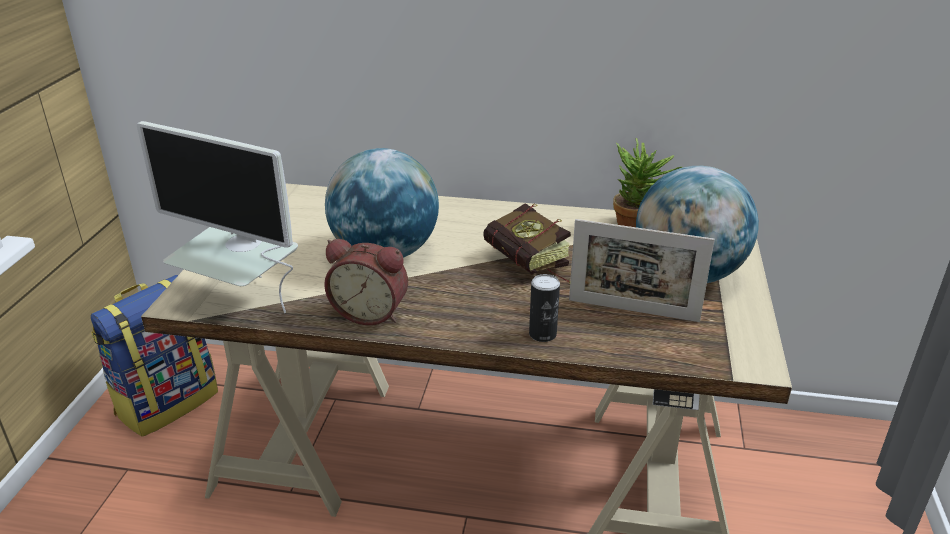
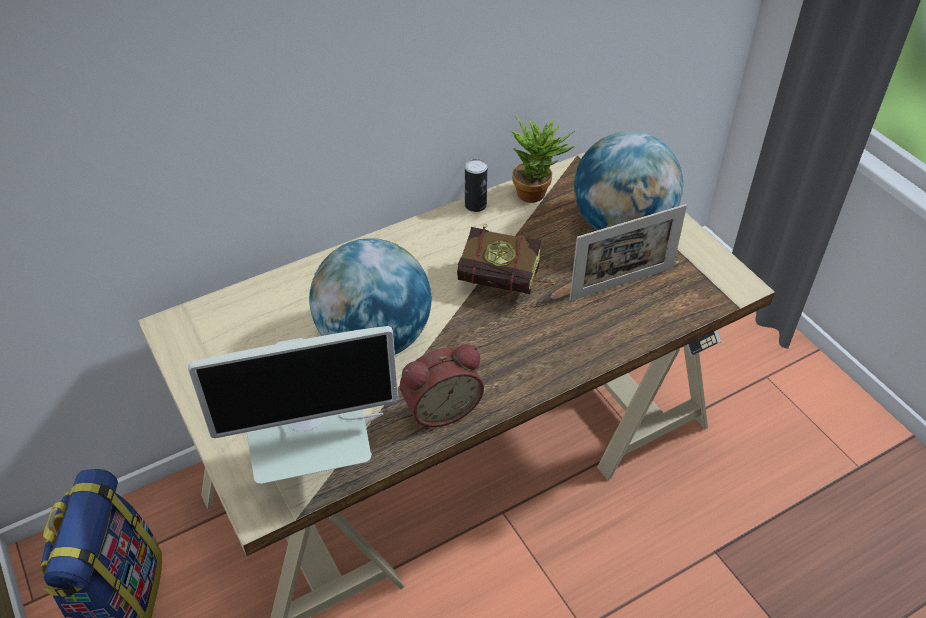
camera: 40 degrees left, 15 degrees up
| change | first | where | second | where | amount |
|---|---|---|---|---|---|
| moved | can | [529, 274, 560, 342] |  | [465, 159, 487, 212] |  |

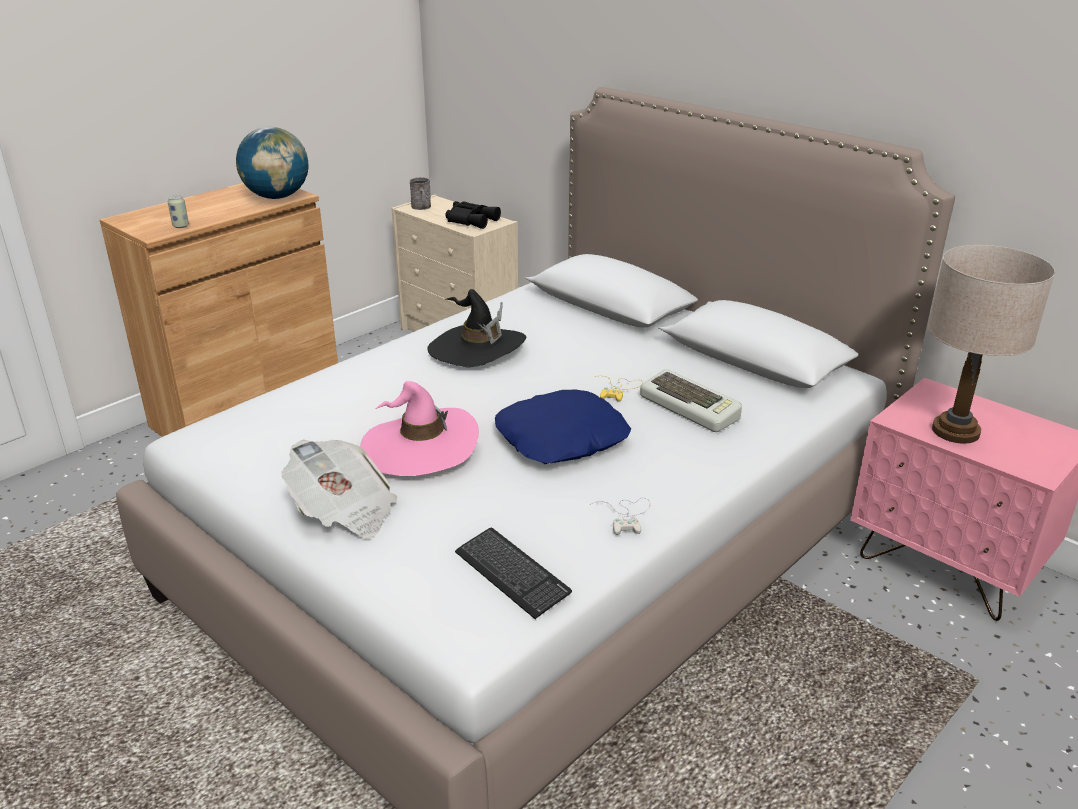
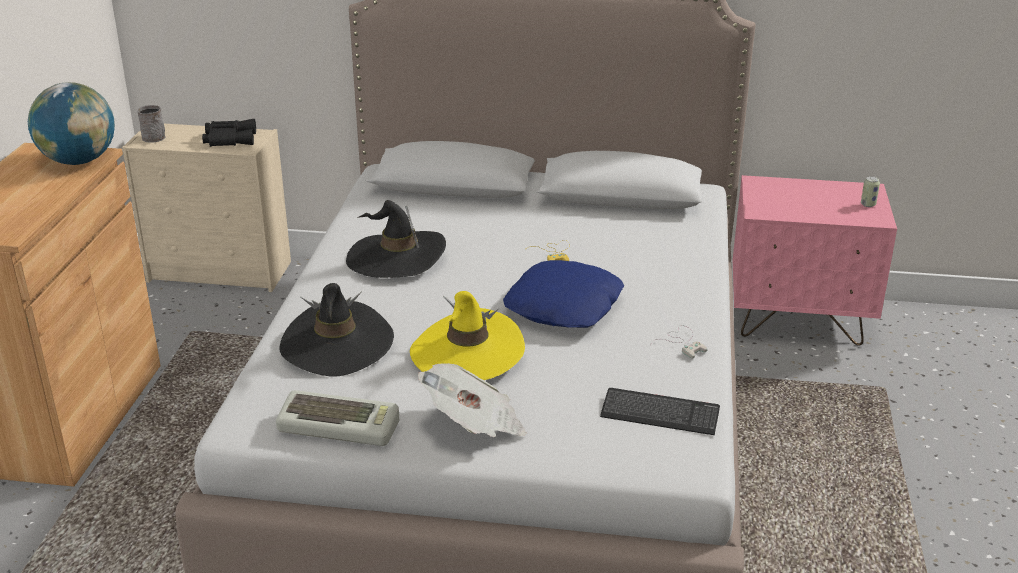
camera: 35 degrees left, 0 degrees up
| change | first | where | second | where | amount |
|---|---|---|---|---|---|
| moved | can | [168, 195, 189, 228] |  | [861, 176, 880, 207] |  |
| removed | beige table lamp | [928, 245, 1055, 444] |  |  |  |
| moved | keyboard | [640, 369, 742, 432] |  | [276, 390, 399, 446] |  |
| recoloured | pink hat | [360, 381, 479, 476] | yellow hat | [410, 291, 525, 380] |  |
| added |  |  | black hat | [280, 283, 394, 376] |  |

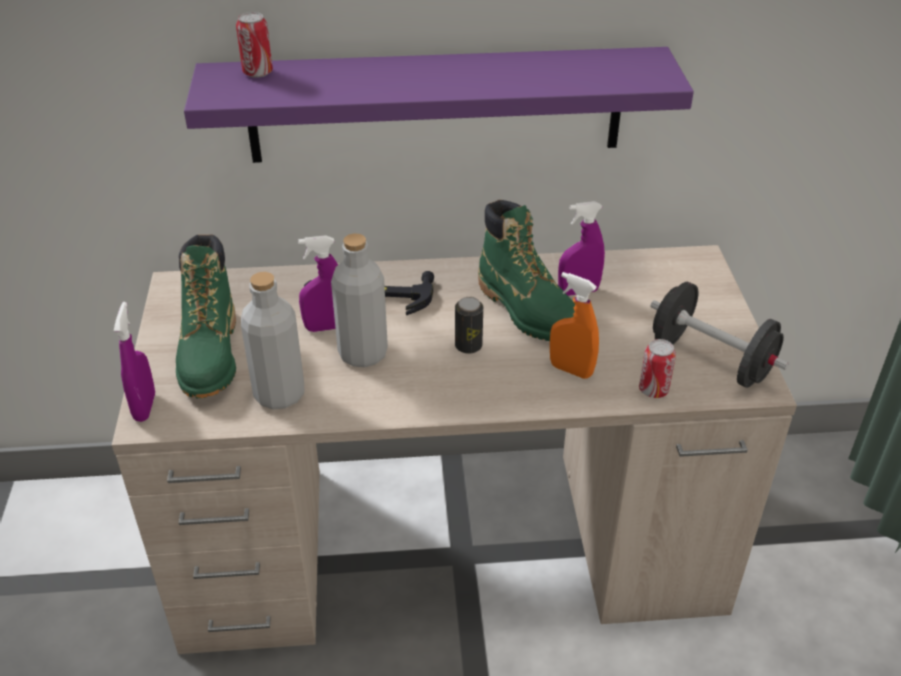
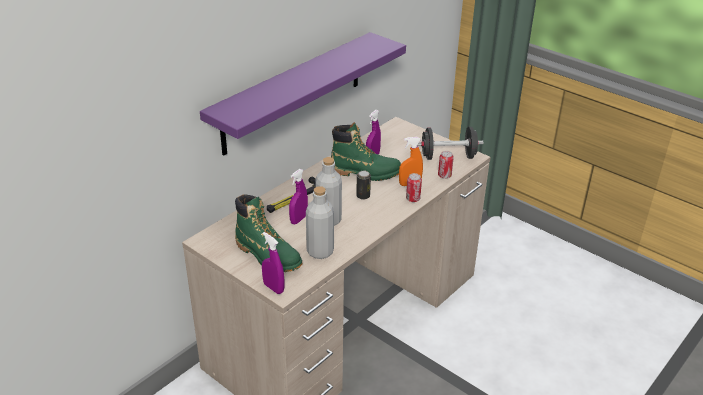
camera: 45 degrees left, 5 degrees down
| change | first | where | second | where | amount |
|---|---|---|---|---|---|
| moved | can | [236, 12, 273, 78] |  | [406, 173, 422, 202] |  |

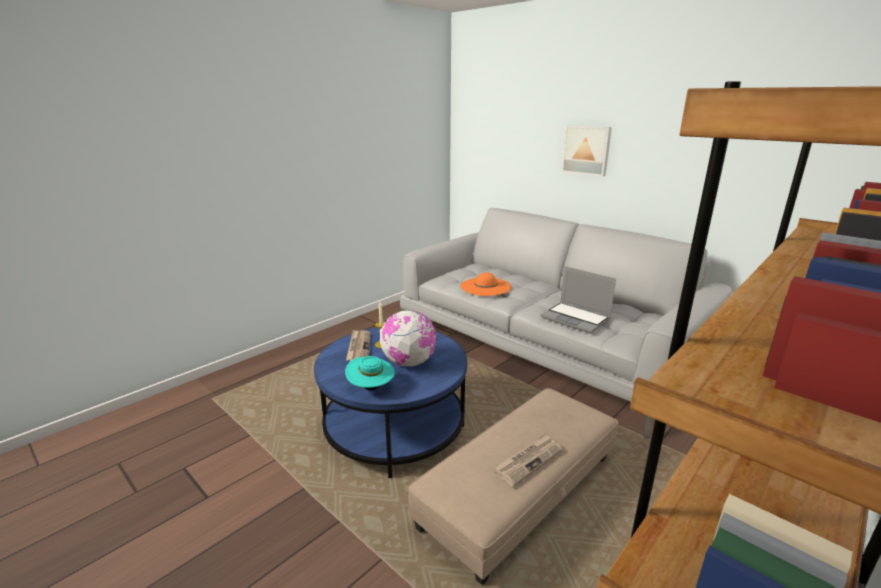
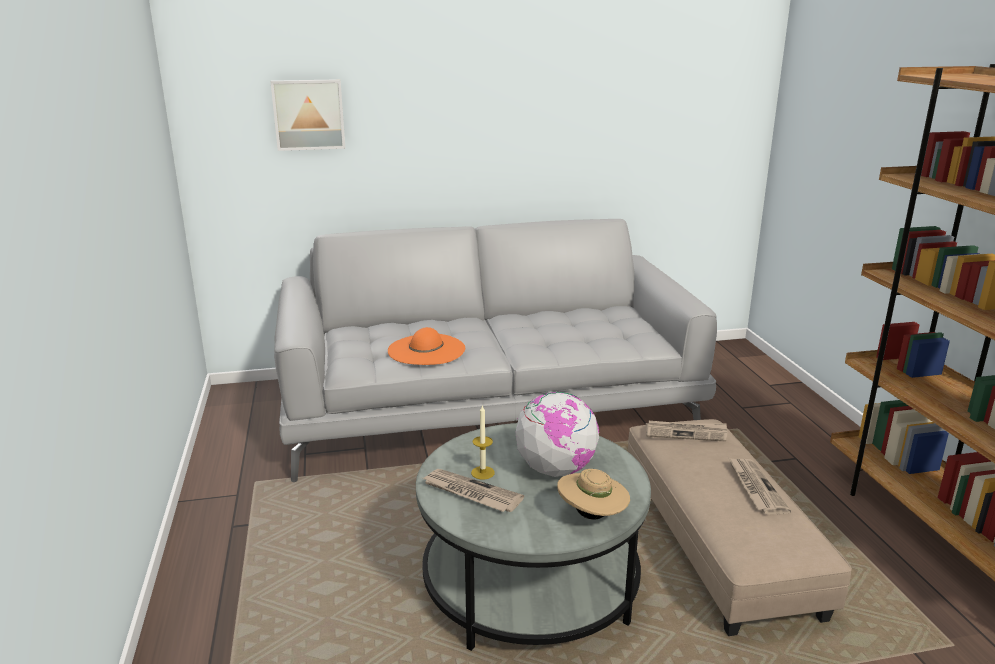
camera: 55 degrees left, 0 degrees up
| change | first | where | second | where | amount |
|---|---|---|---|---|---|
| moved | picture | [561, 125, 612, 177] |  | [270, 79, 346, 151] |  |
| removed | laptop | [541, 266, 616, 333] |  |  |  |
| recoloured | blue coffee table | [314, 327, 467, 478] | grey coffee table | [416, 423, 651, 651] |  |
| recoloured | turquoise hat | [345, 356, 395, 390] | beige hat | [557, 469, 630, 520] |  |
| added |  |  | newspaper | [645, 421, 727, 442] |  |

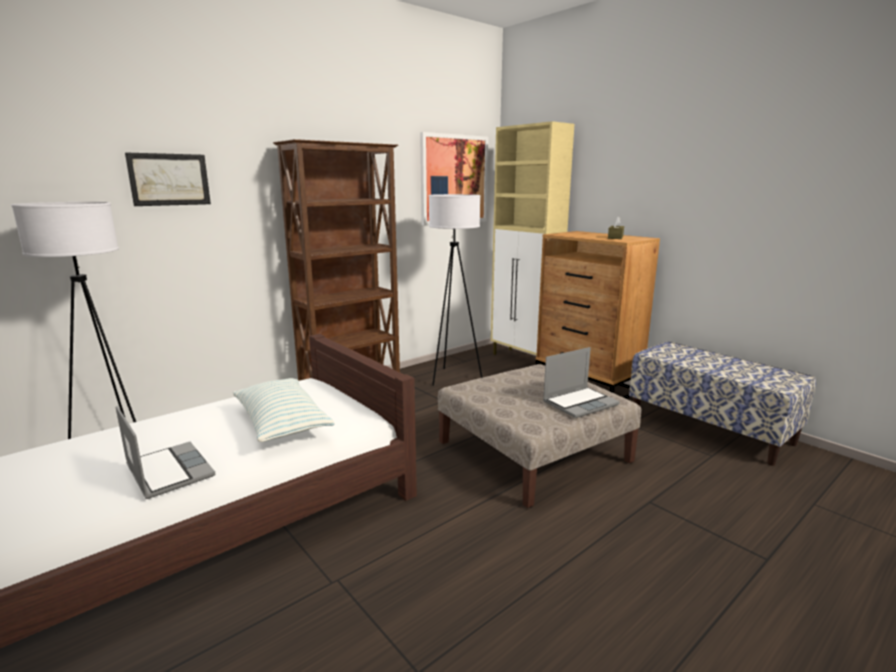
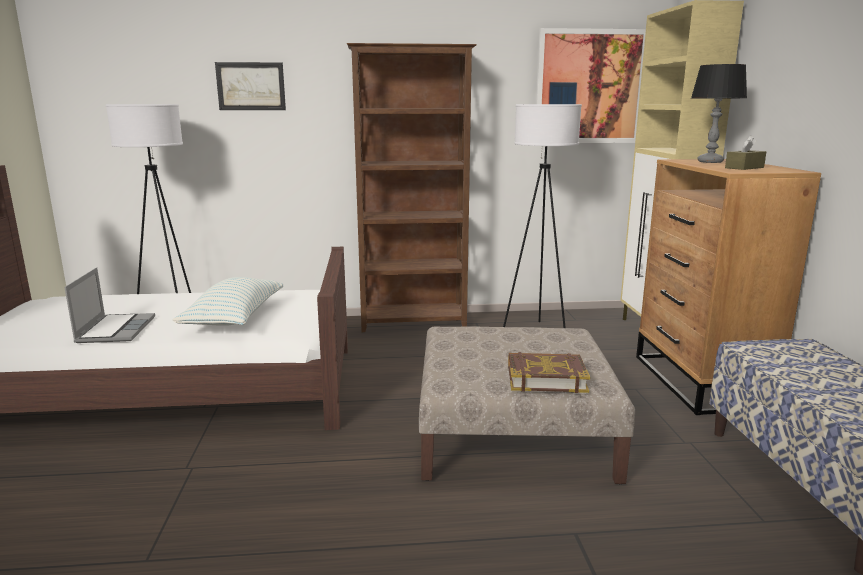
camera: 35 degrees right, 0 degrees up
| change | first | where | second | where | amount |
|---|---|---|---|---|---|
| replaced | laptop | [543, 347, 620, 418] | book | [508, 352, 590, 393] |  |
| added |  |  | table lamp | [691, 64, 747, 163] |  |

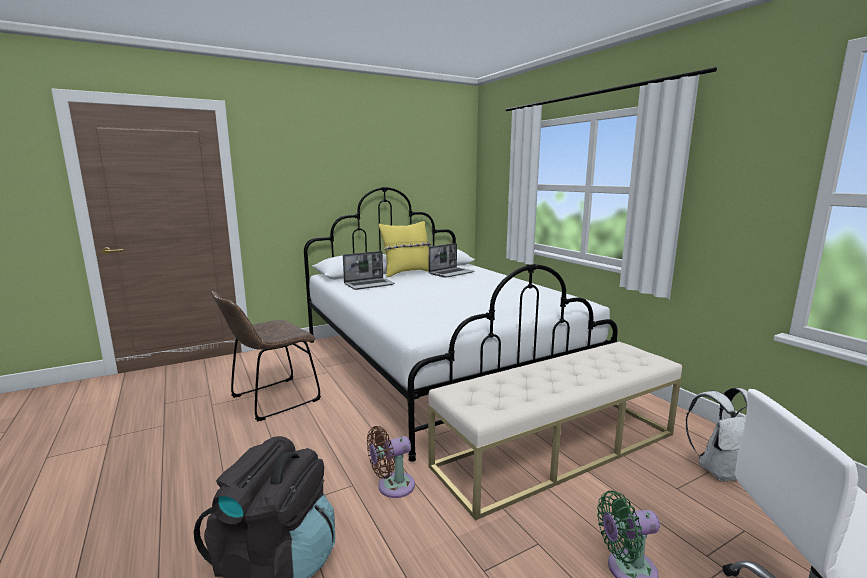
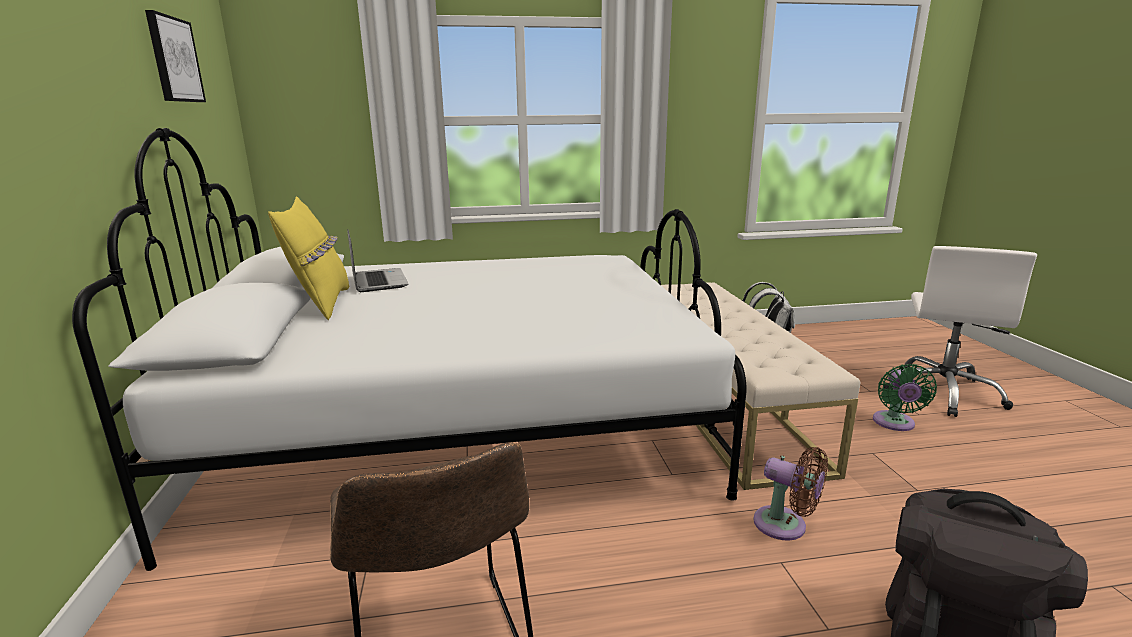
camera: 70 degrees left, 5 degrees up
| change | first | where | second | where | amount |
|---|---|---|---|---|---|
| removed | laptop | [343, 251, 395, 290] |  |  |  |
| turned | brown fan | [367, 426, 415, 498] |  | [753, 447, 828, 540] | 45 degrees counterclockwise |
| added |  |  | picture | [145, 10, 206, 102] |  |

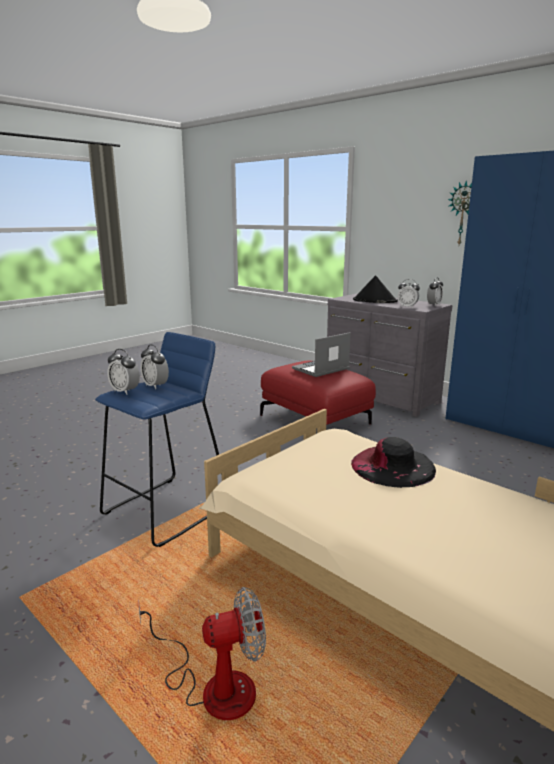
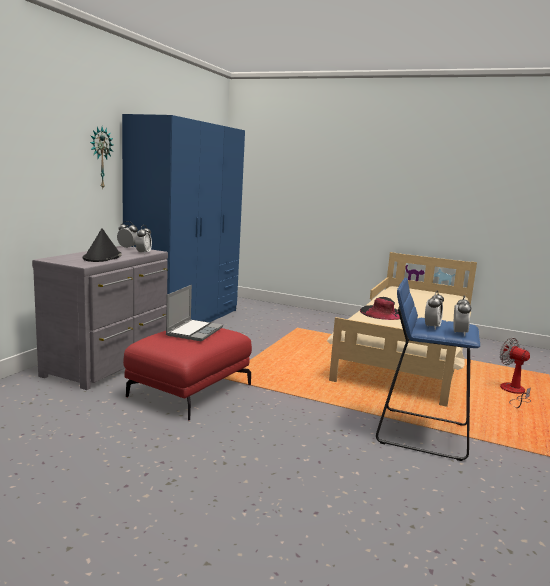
camera: 110 degrees left, 5 degrees down
| change | first | where | second | where | amount |
|---|---|---|---|---|---|
| turned | laptop | [292, 332, 351, 377] |  | [166, 285, 223, 342] | 105 degrees counterclockwise |

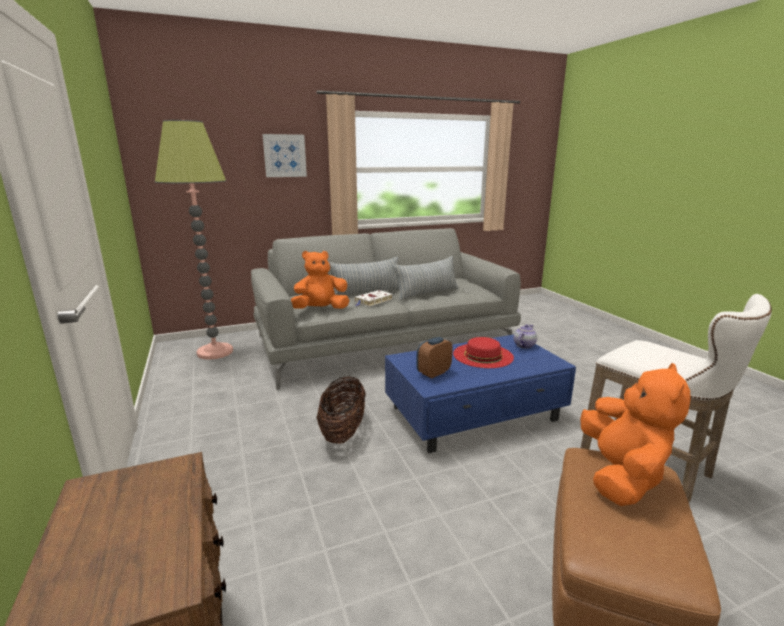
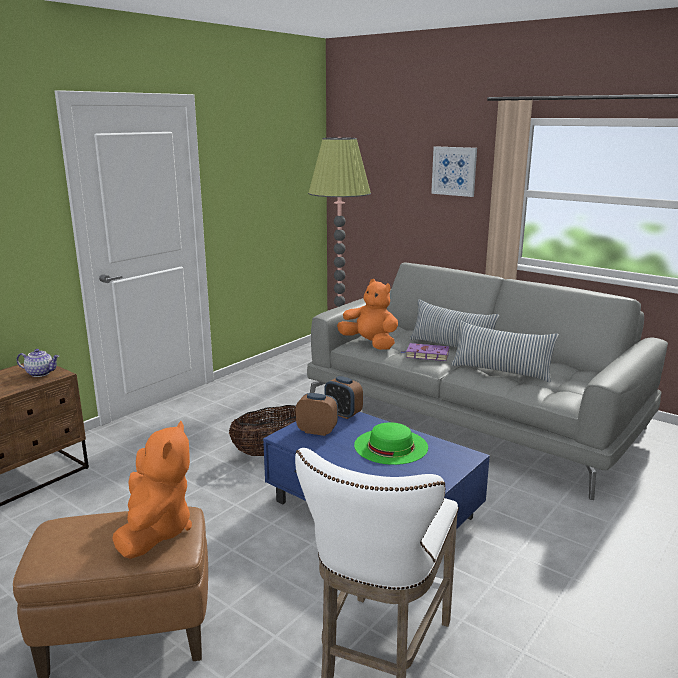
camera: 60 degrees right, 0 degrees up
| change | first | where | second | where | amount |
|---|---|---|---|---|---|
| recoloured | white book | [354, 290, 393, 306] | purple book | [400, 343, 450, 361] |  |
| moved | teapot | [514, 325, 537, 348] |  | [16, 349, 59, 377] |  |
| recoloured | red hat | [453, 337, 514, 368] | green hat | [354, 422, 428, 465] |  |
| turned | orange plush toy | [580, 363, 691, 506] |  | [112, 421, 192, 559] | 75 degrees counterclockwise |
| added |  |  | alarm clock | [324, 376, 363, 419] |  |

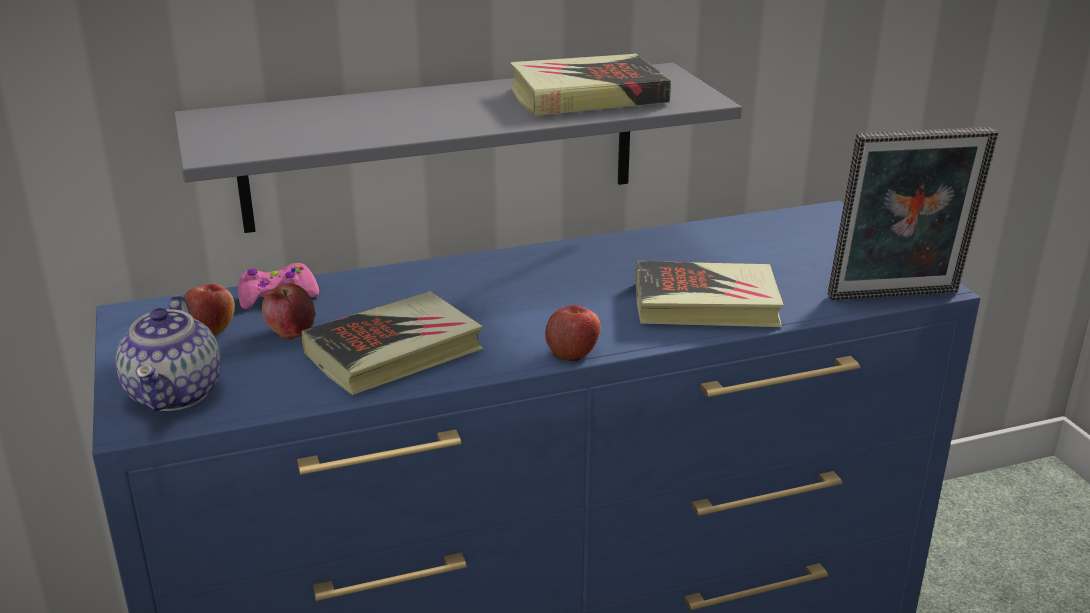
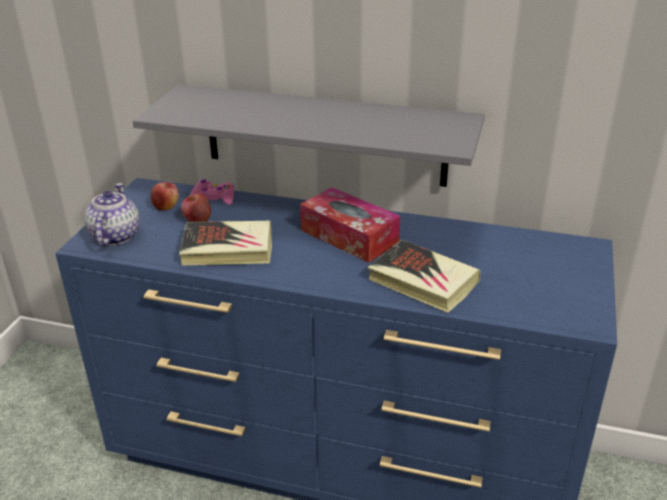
camera: 35 degrees right, 5 degrees up
| change | first | where | second | where | amount |
|---|---|---|---|---|---|
| removed | book | [510, 54, 671, 116] |  |  |  |
| removed | picture frame | [828, 127, 998, 300] |  |  |  |
| turned | teapot | [116, 296, 221, 412] |  | [84, 183, 140, 246] | 150 degrees clockwise |
| removed | apple | [545, 305, 601, 362] |  |  |  |
| added |  |  | tissue box | [300, 187, 400, 263] |  |

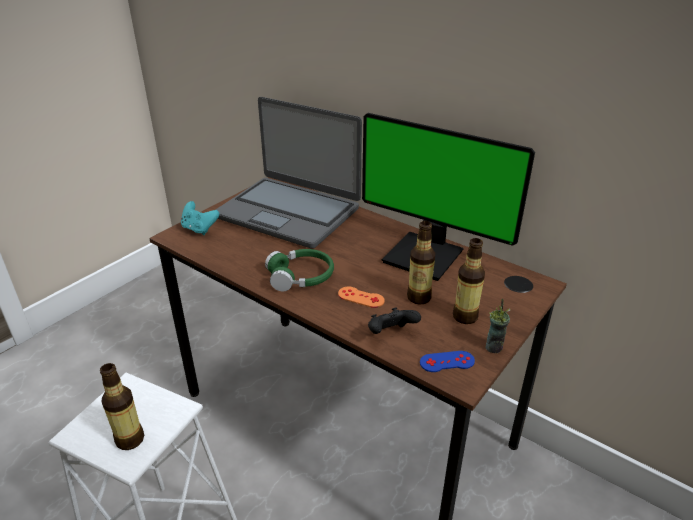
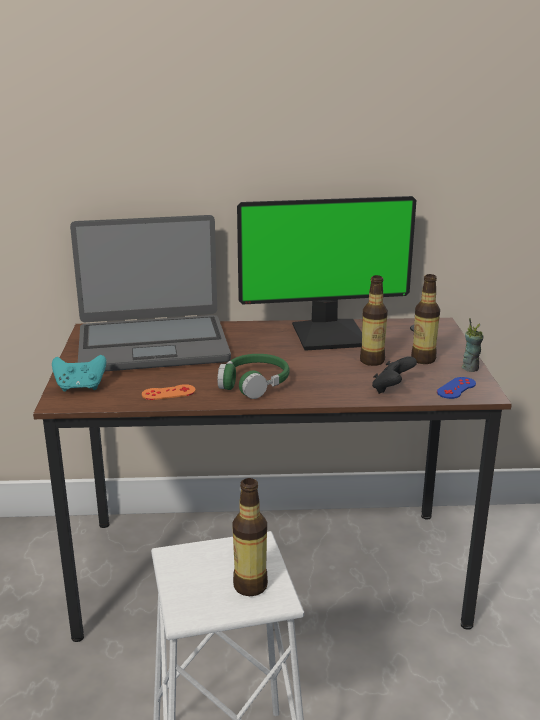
camera: 40 degrees left, 10 degrees down
| change | first | where | second | where | amount |
|---|---|---|---|---|---|
| moved | orange game controller | [338, 287, 385, 308] |  | [142, 384, 196, 400] |  |

